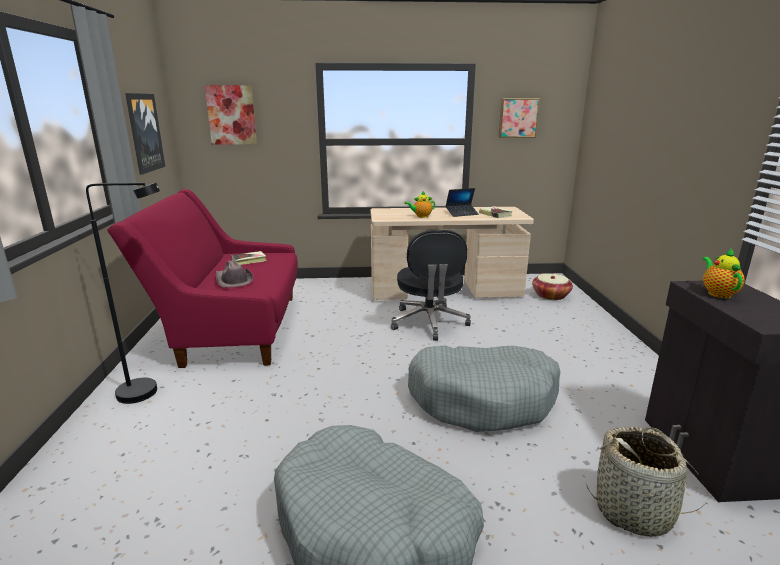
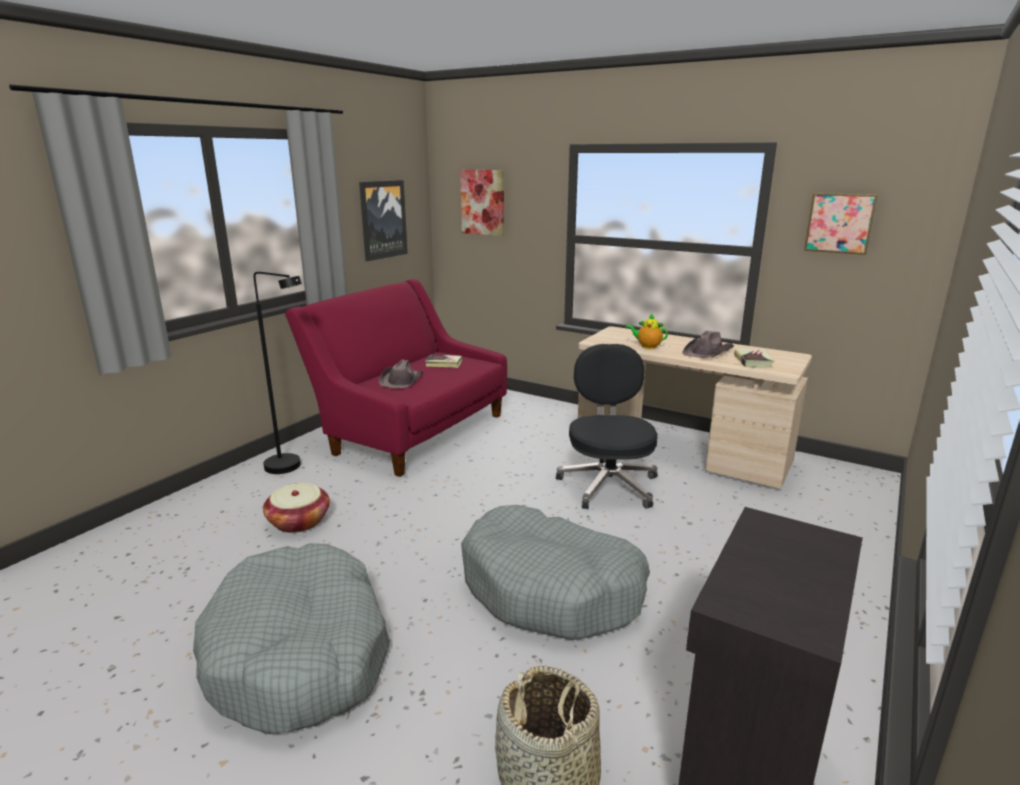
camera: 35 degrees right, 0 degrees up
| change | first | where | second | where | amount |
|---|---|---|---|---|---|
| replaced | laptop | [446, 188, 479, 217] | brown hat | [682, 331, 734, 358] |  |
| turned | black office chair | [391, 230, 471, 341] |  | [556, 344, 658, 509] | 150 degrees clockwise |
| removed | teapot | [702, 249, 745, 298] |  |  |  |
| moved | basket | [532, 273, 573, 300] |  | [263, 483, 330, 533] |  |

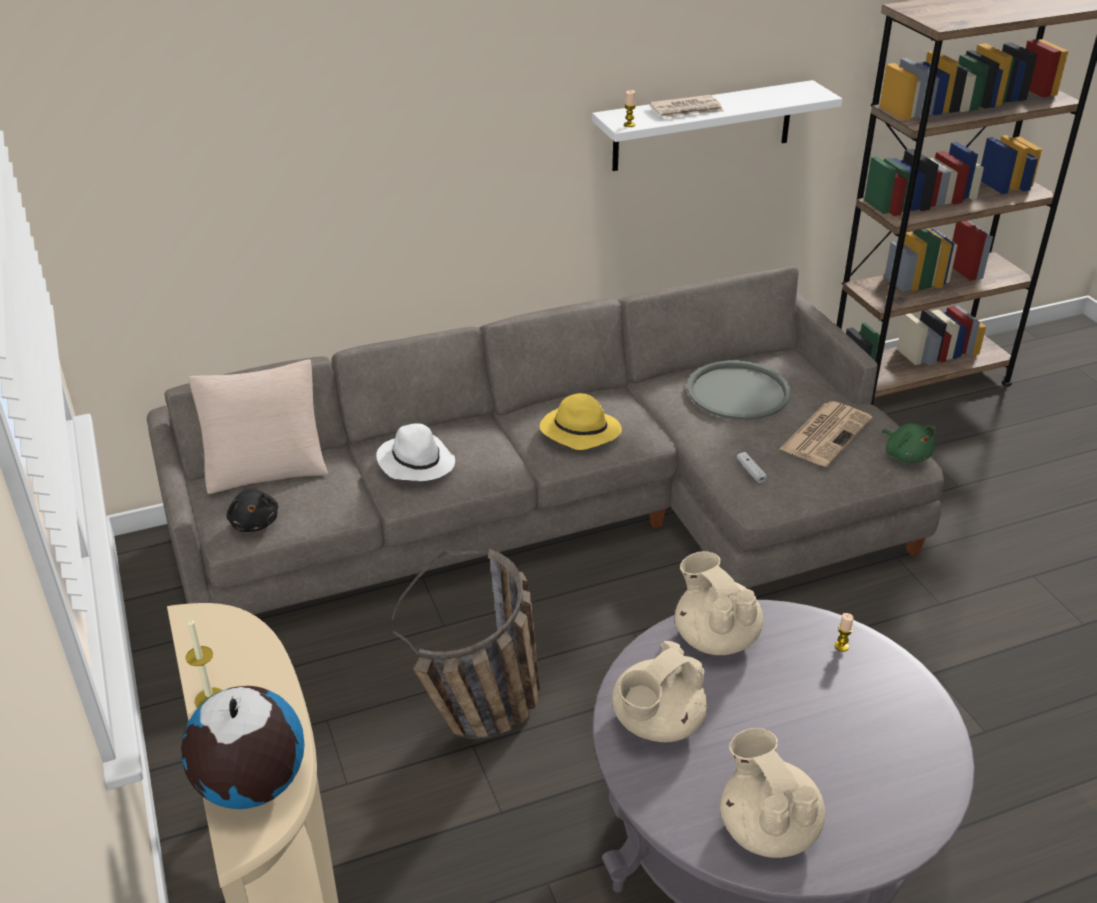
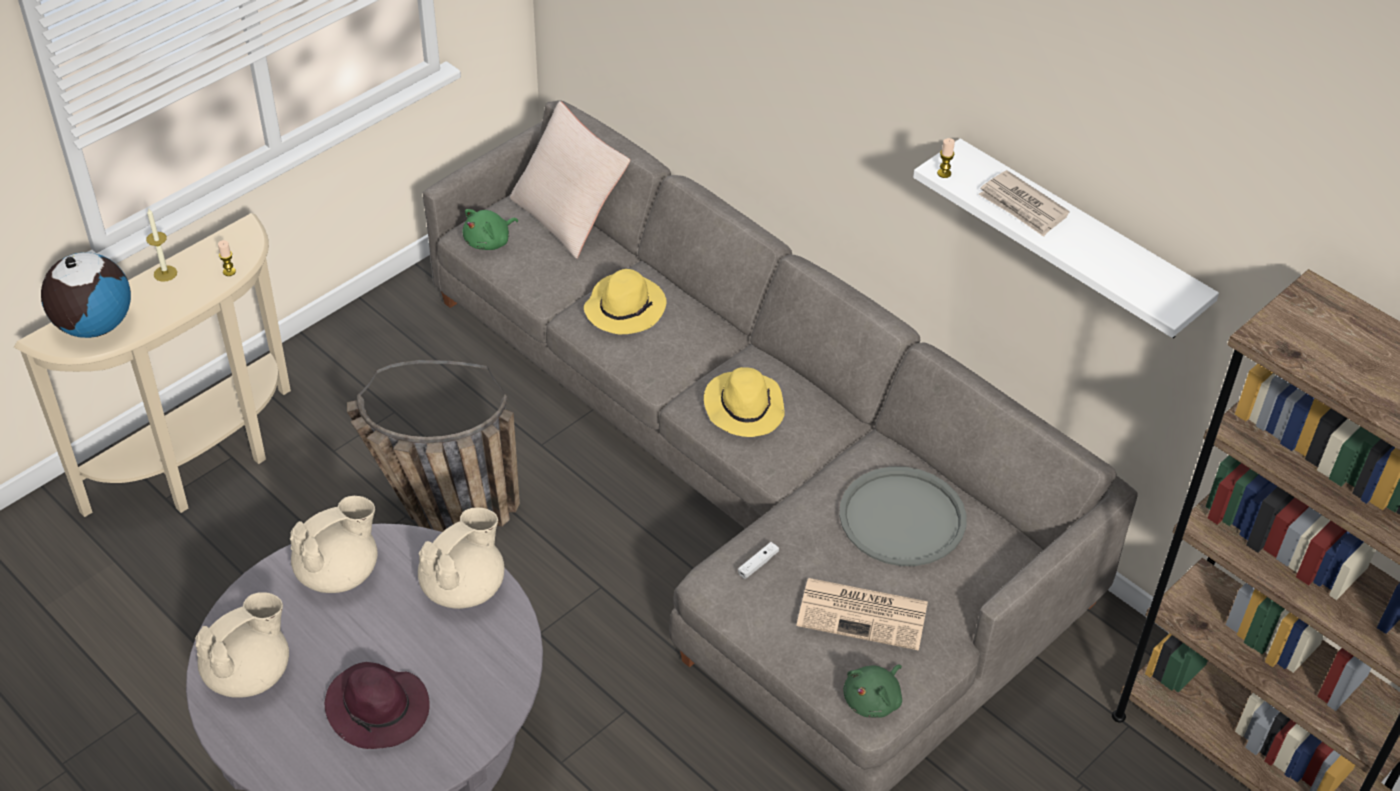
camera: 65 degrees right, 10 degrees up
| change | first | where | second | where | amount |
|---|---|---|---|---|---|
| recoloured | white hat | [376, 423, 455, 481] | yellow hat | [584, 269, 667, 334] |  |
| recoloured | black plush toy | [226, 489, 278, 532] | green plush toy | [462, 209, 518, 250] |  |
| moved | candle | [835, 613, 854, 652] |  | [218, 240, 236, 276] |  |
| turned | beige teapot | [612, 641, 707, 742] |  | [290, 496, 378, 593] | 120 degrees clockwise |
| added |  |  | purple hat | [325, 662, 430, 749] |  |

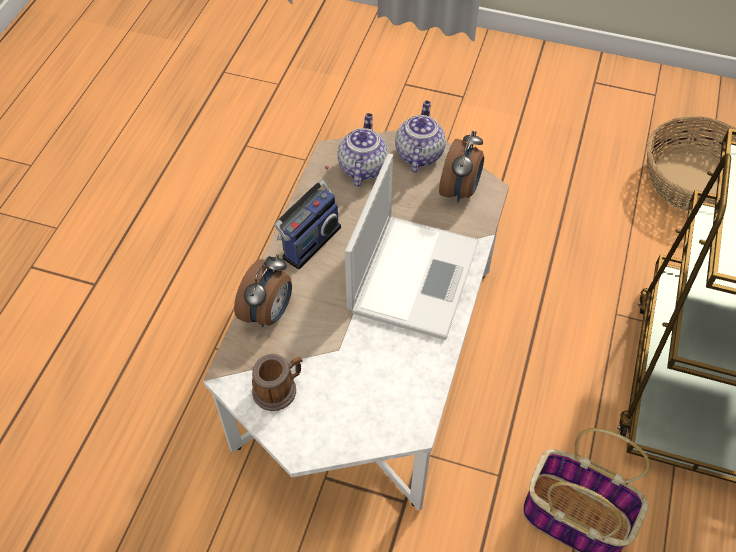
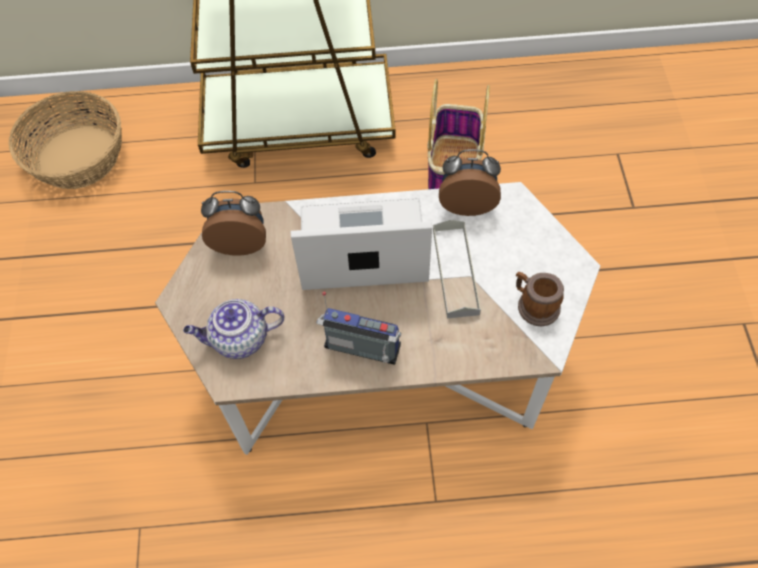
camera: 110 degrees left, 5 degrees up
| change | first | where | second | where | amount |
|---|---|---|---|---|---|
| removed | teapot | [395, 101, 446, 172] |  |  |  |
| moved | alarm clock | [234, 254, 292, 327] |  | [439, 149, 501, 216] |  |
| added |  |  | grey tray | [433, 219, 481, 318] |  |

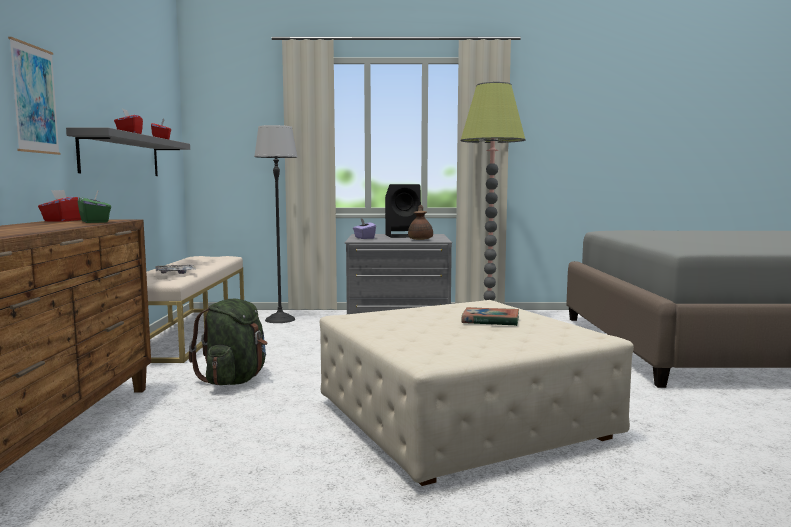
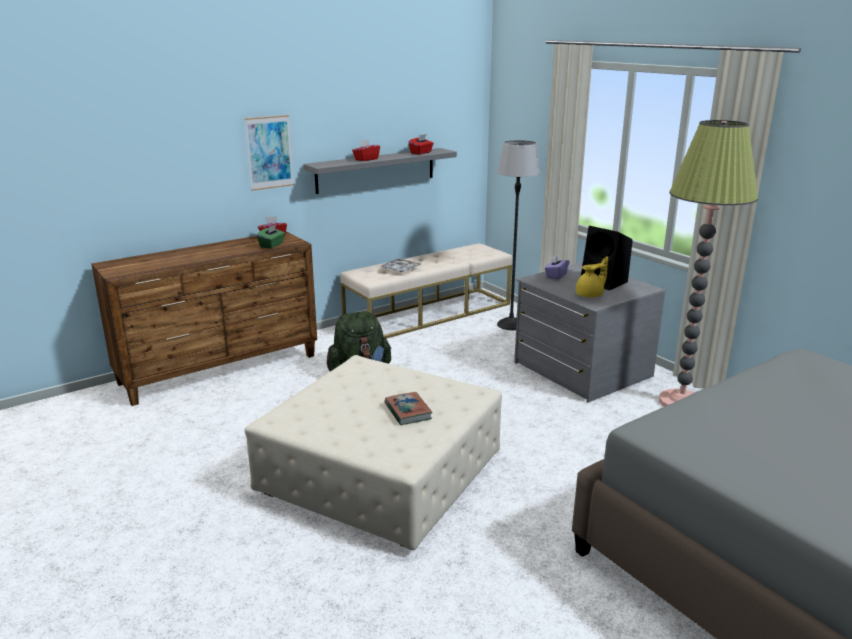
camera: 55 degrees right, 15 degrees up
| change | first | where | second | where | amount |
|---|---|---|---|---|---|
| recoloured | brown teapot | [408, 205, 433, 240] | yellow teapot | [576, 256, 608, 298] |  |

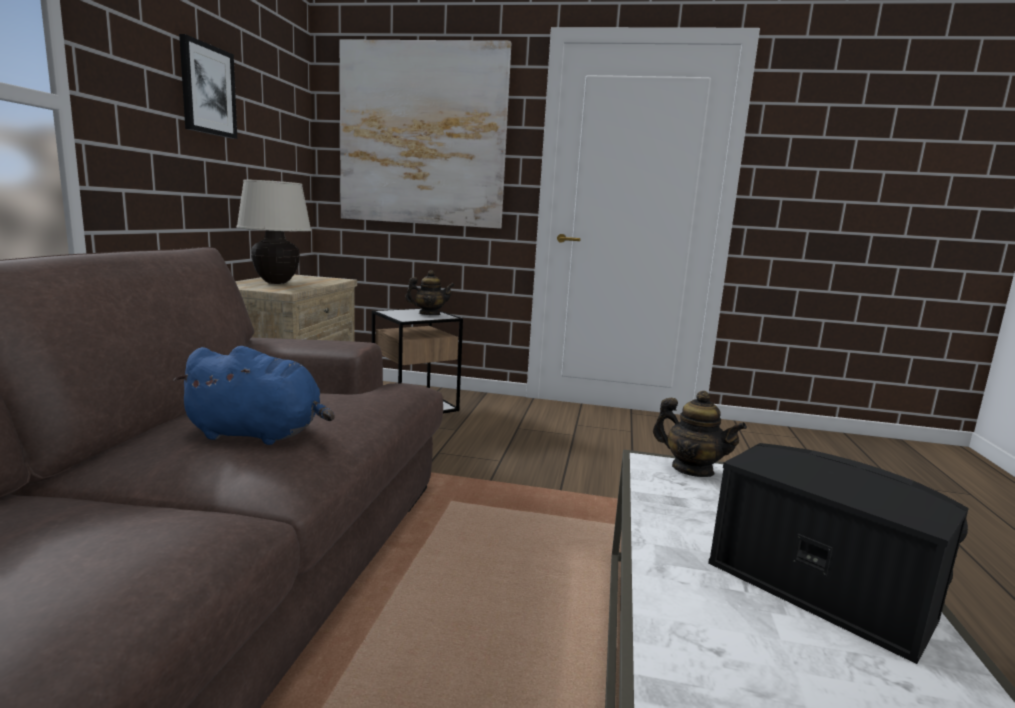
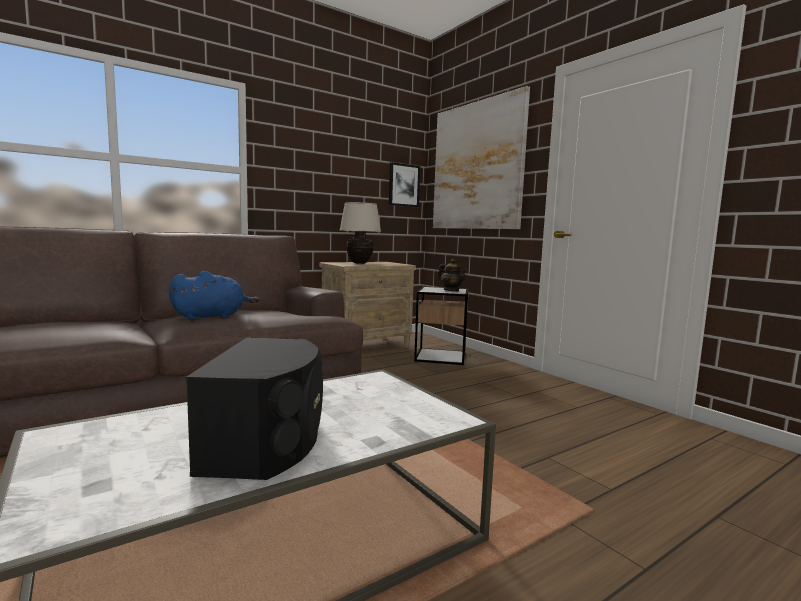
camera: 45 degrees right, 5 degrees down
| change | first | where | second | where | amount |
|---|---|---|---|---|---|
| moved | picture | [179, 34, 237, 139] |  | [389, 162, 420, 207] |  |
| turned | blue plush toy | [173, 346, 335, 445] |  | [169, 271, 259, 320] | 75 degrees counterclockwise |
| removed | teapot | [653, 391, 747, 477] |  |  |  |

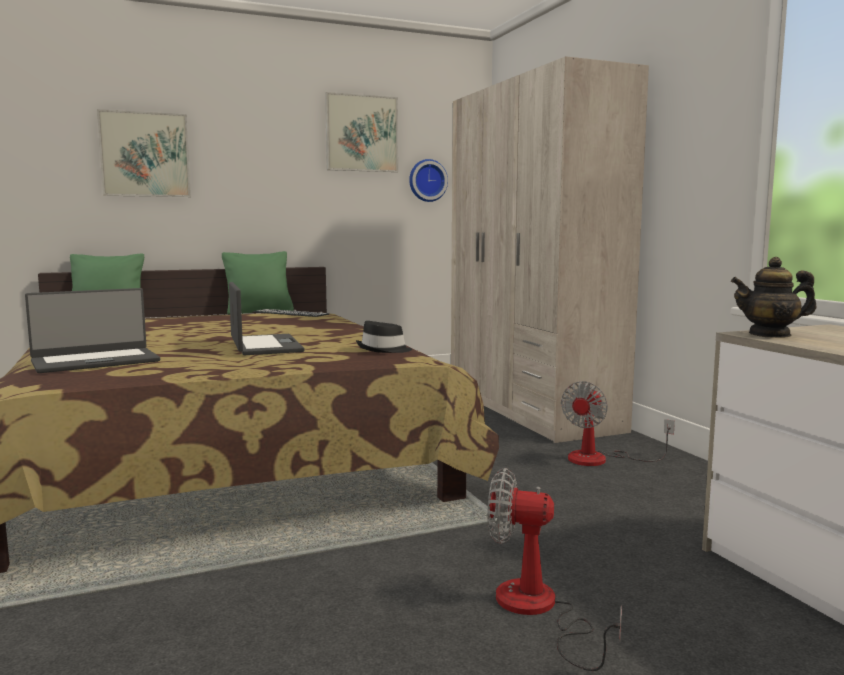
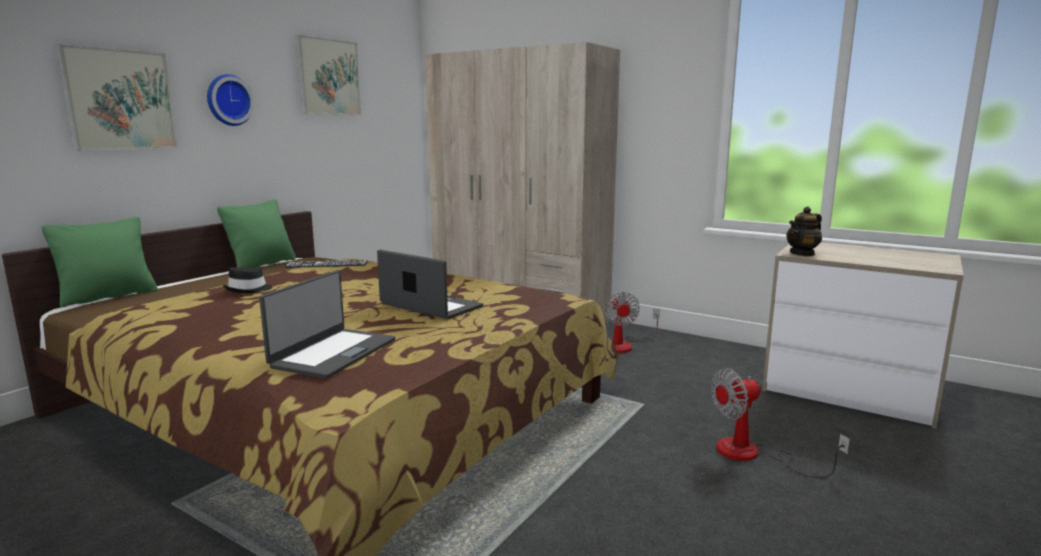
camera: 35 degrees left, 5 degrees up
| change | first | where | second | where | amount |
|---|---|---|---|---|---|
| moved | wall clock | [409, 159, 448, 202] |  | [207, 74, 254, 126] |  |
| moved | black hat | [356, 321, 412, 353] |  | [223, 267, 272, 293] |  |

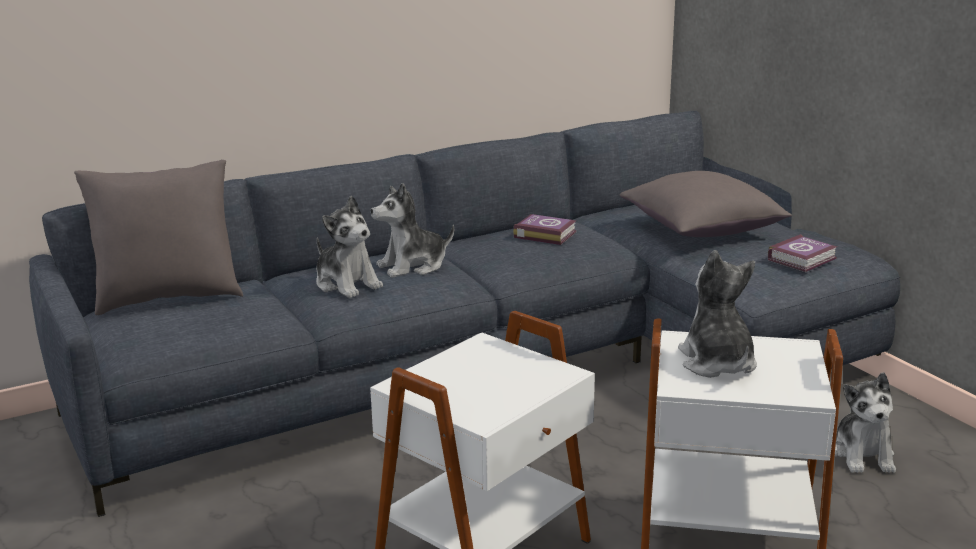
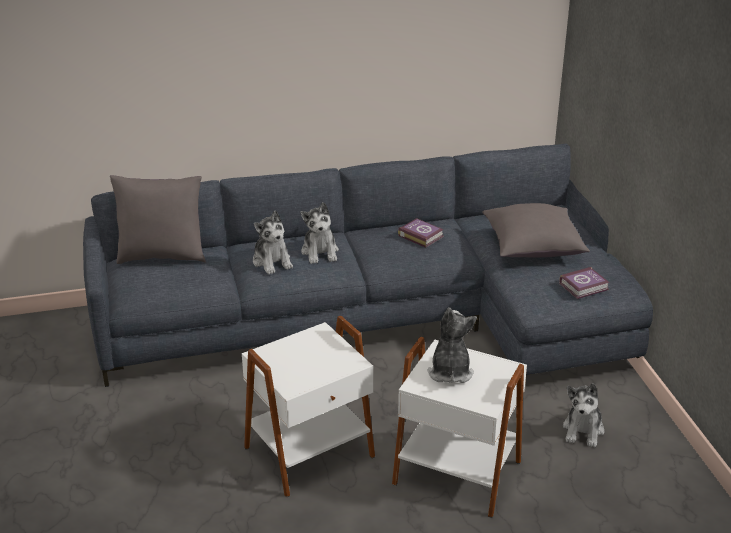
camera: 15 degrees right, 10 degrees up
| change | first | where | second | where | amount |
|---|---|---|---|---|---|
| turned | plush toy | [371, 183, 454, 278] |  | [301, 202, 339, 264] | 90 degrees counterclockwise |

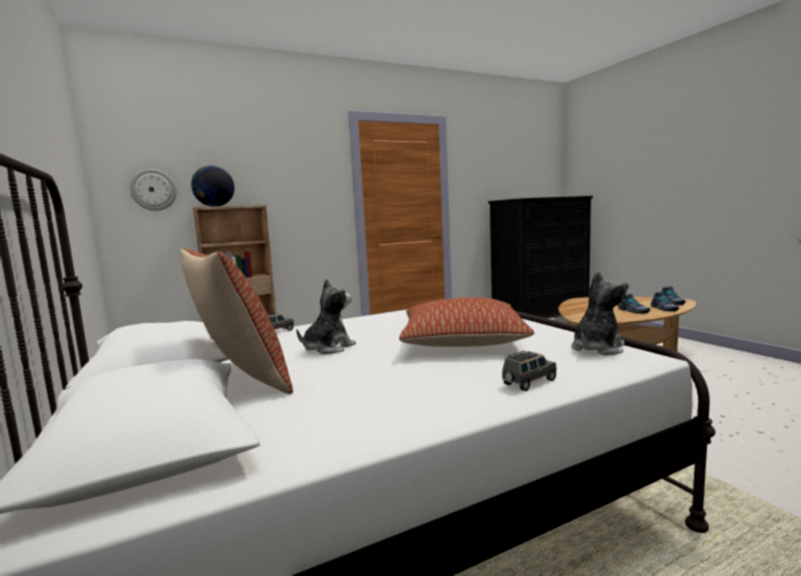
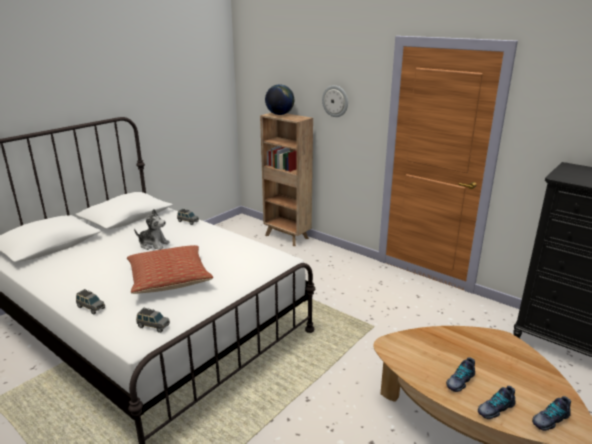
camera: 65 degrees right, 15 degrees up
| change | first | where | second | where | amount |
|---|---|---|---|---|---|
| moved | wall clock | [130, 169, 177, 211] |  | [322, 85, 348, 117] |  |
| removed | pillow | [180, 248, 293, 394] |  |  |  |
| replaced | plush toy | [571, 271, 628, 355] | grey toy car | [136, 308, 170, 333] |  |

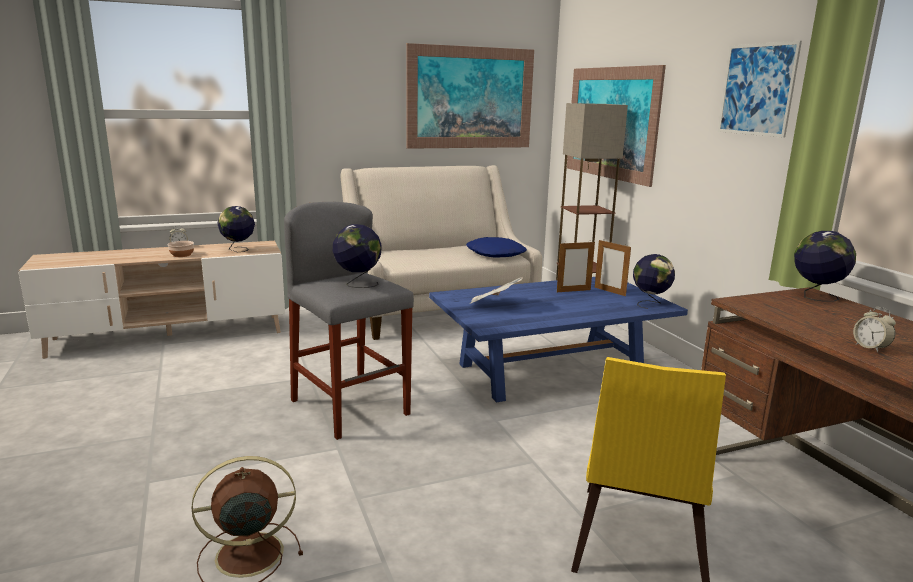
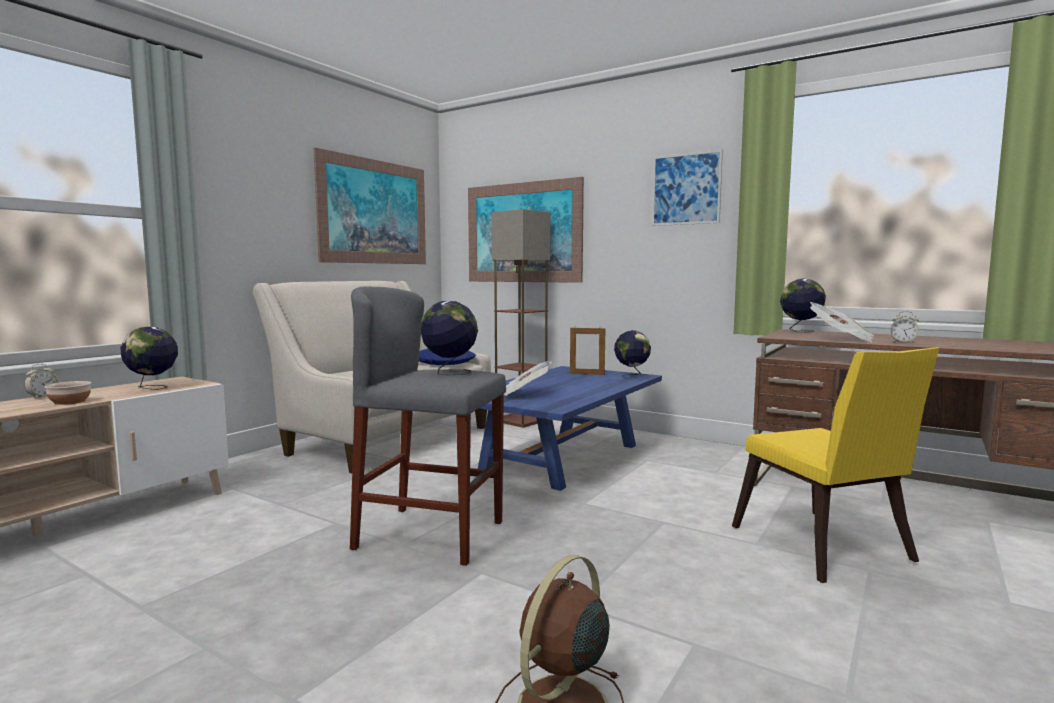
camera: 35 degrees left, 10 degrees down
| change | first | where | second | where | amount |
|---|---|---|---|---|---|
| removed | picture frame | [557, 240, 595, 292] |  |  |  |
| added |  |  | newspaper | [810, 302, 874, 342] |  |

